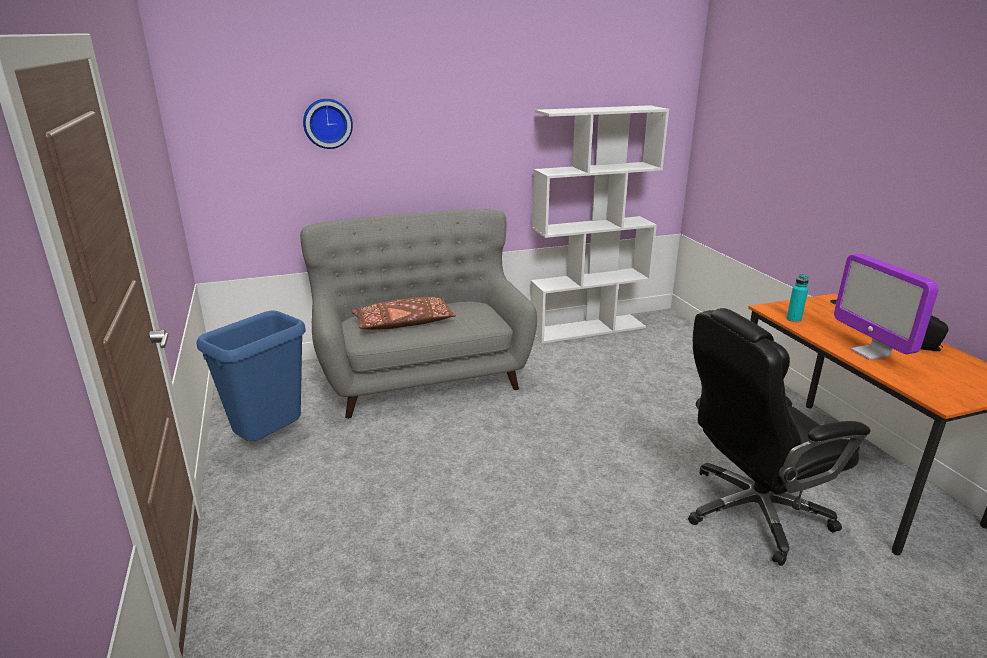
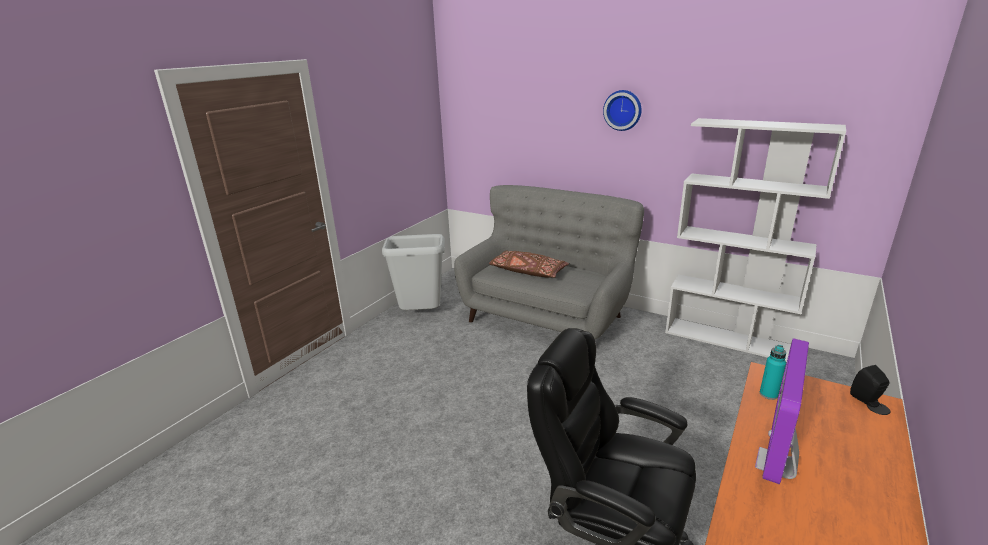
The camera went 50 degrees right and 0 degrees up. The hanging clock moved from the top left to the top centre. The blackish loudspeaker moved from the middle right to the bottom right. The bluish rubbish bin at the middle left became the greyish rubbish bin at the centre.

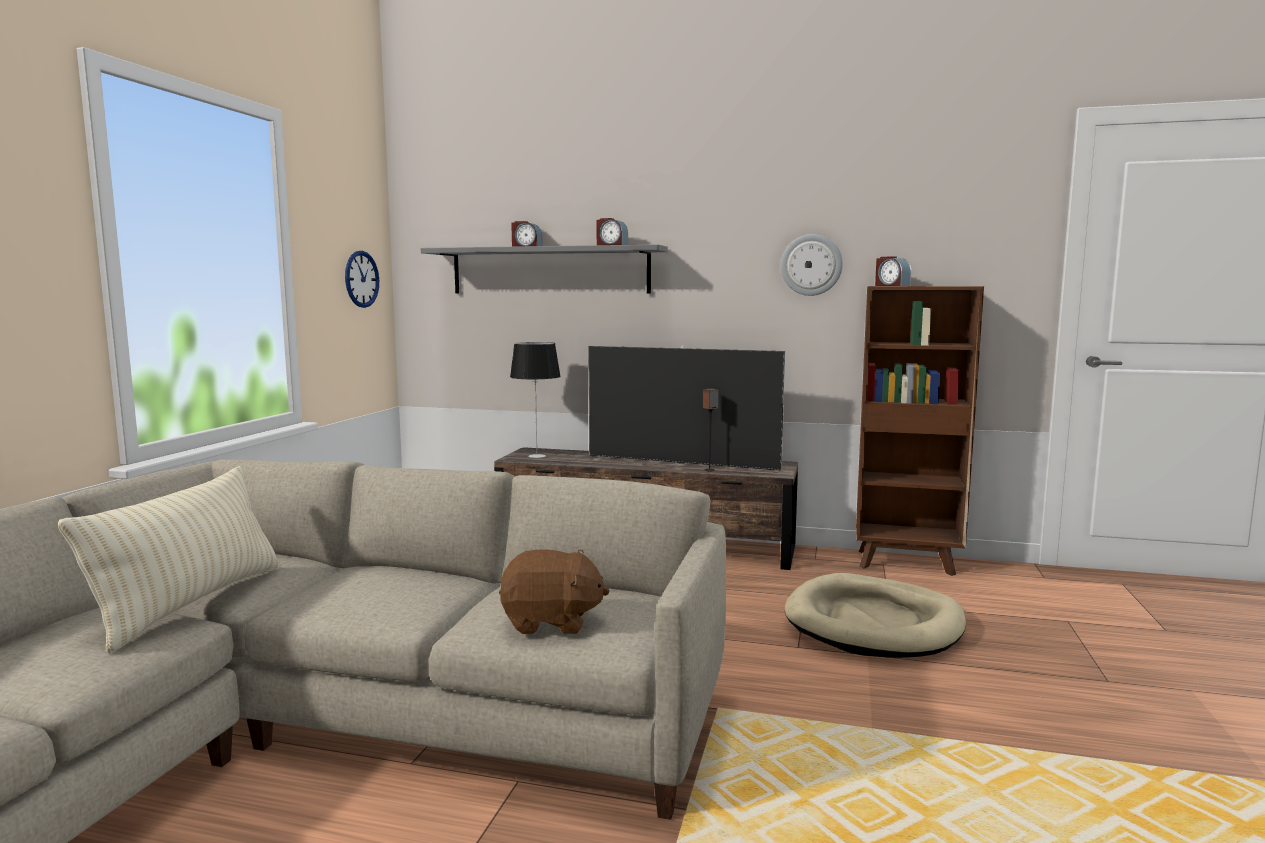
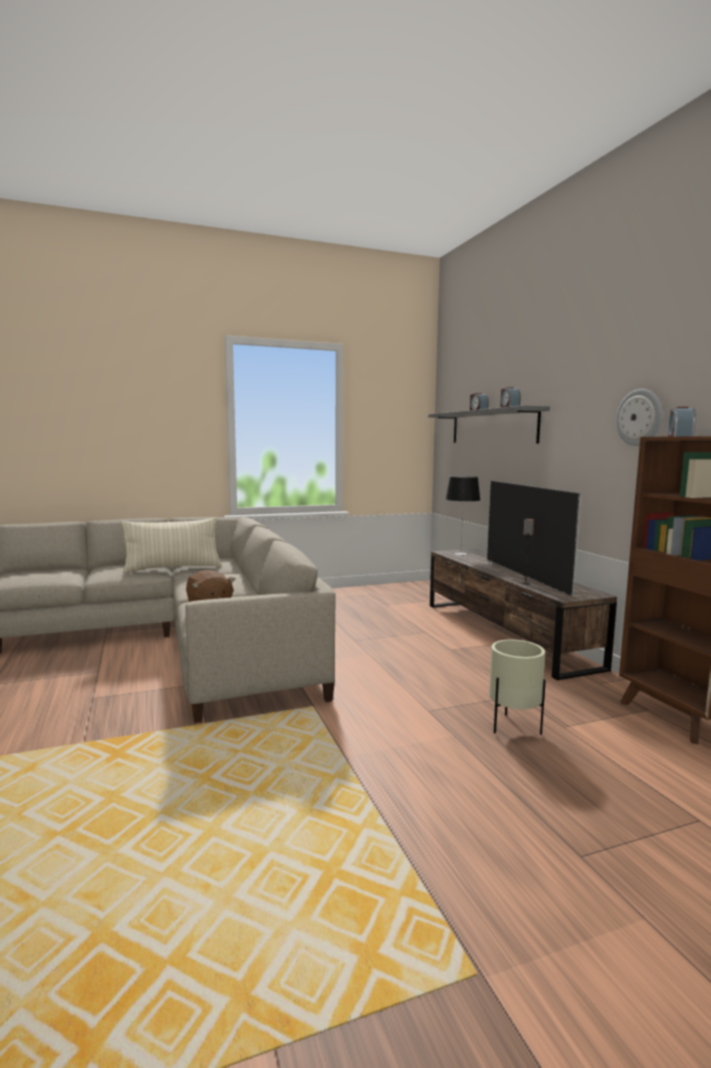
The camera went 55 degrees right and 0 degrees up. The hanging clock (1st from left) at the top left disappeared. The sand-coloured dog cushion at the bottom right was replaced by the sand-coloured planter at the middle right.

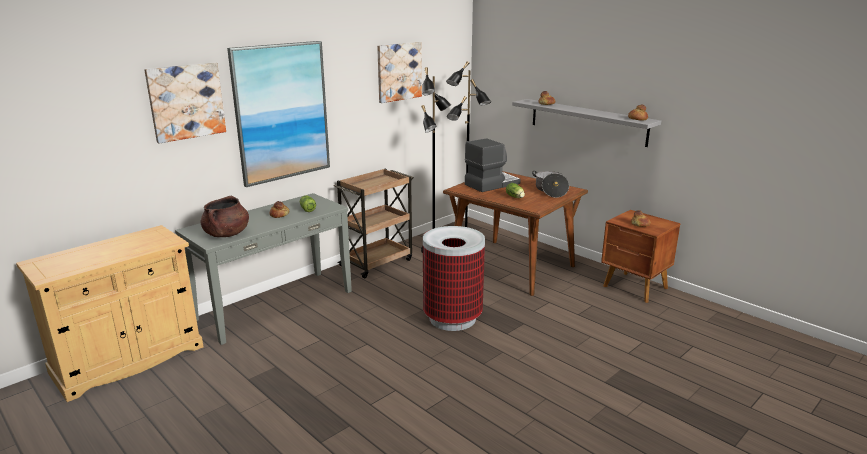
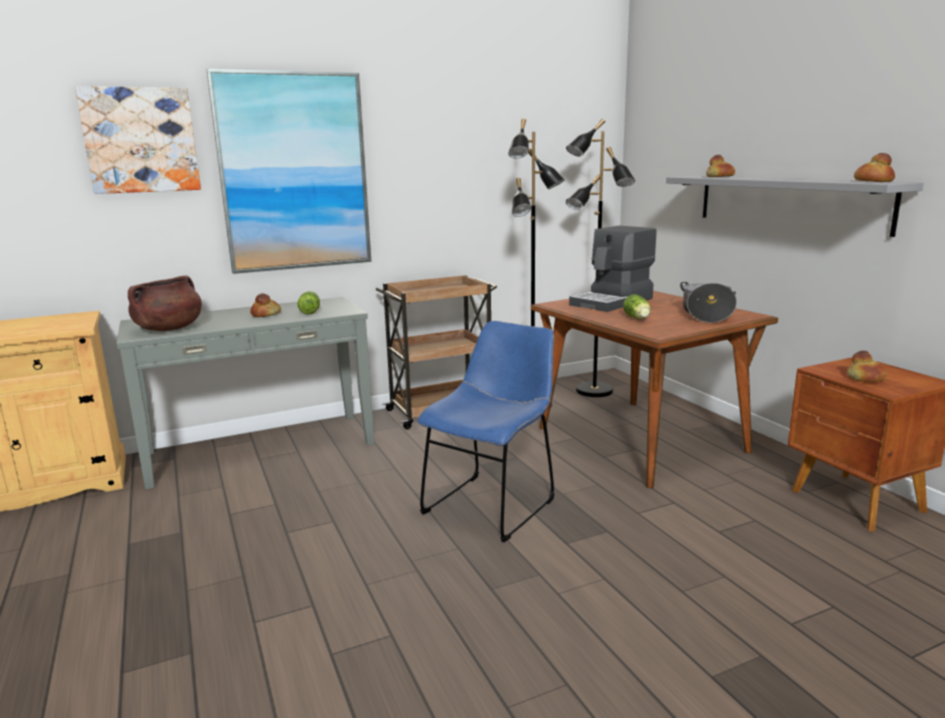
The camera went 20 degrees right and 5 degrees down. The wall art (3rd from left) at the top centre disappeared. The rubbish bin at the centre was replaced by the bluish upright chair at the centre. The coffee maker at the centre turned 150 degrees clockwise.

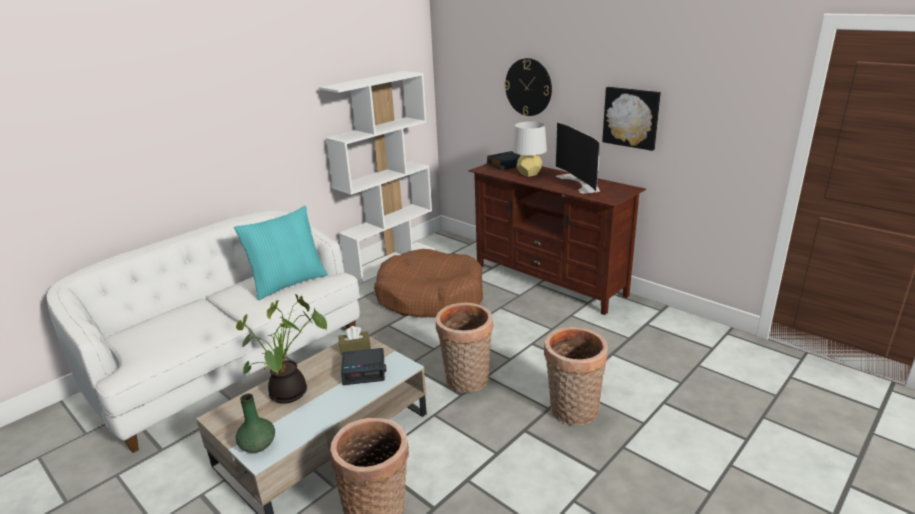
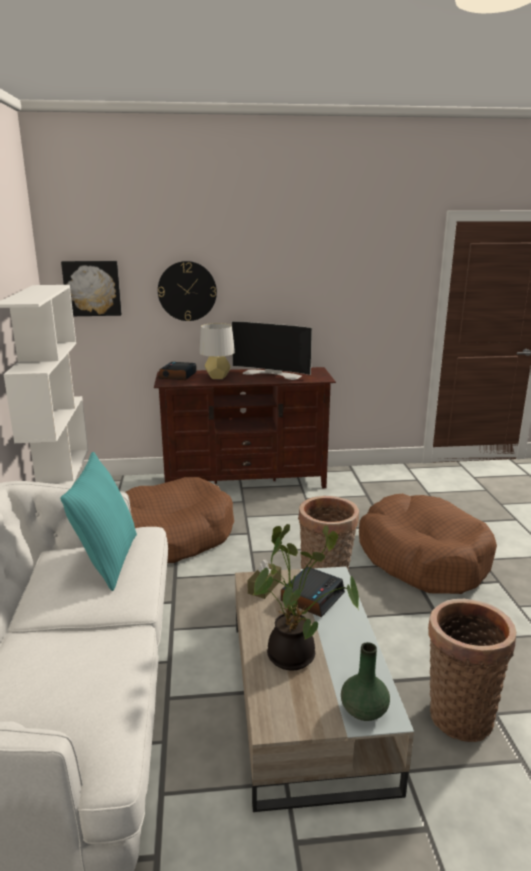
The camera went 50 degrees left and 5 degrees down. The wall art moved from the top right to the top left. The storage basket (3rd from left) at the bottom centre was replaced by the brown-coloured dog cushion (2nd from left) at the middle right.

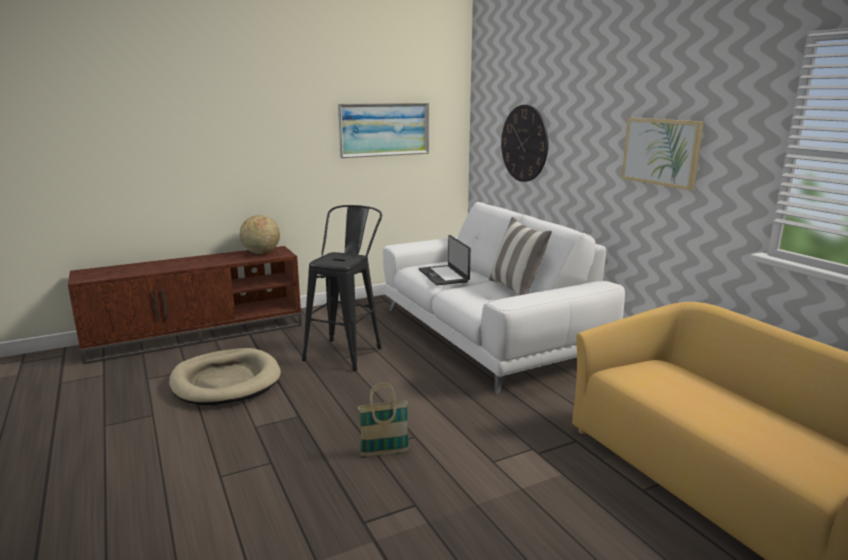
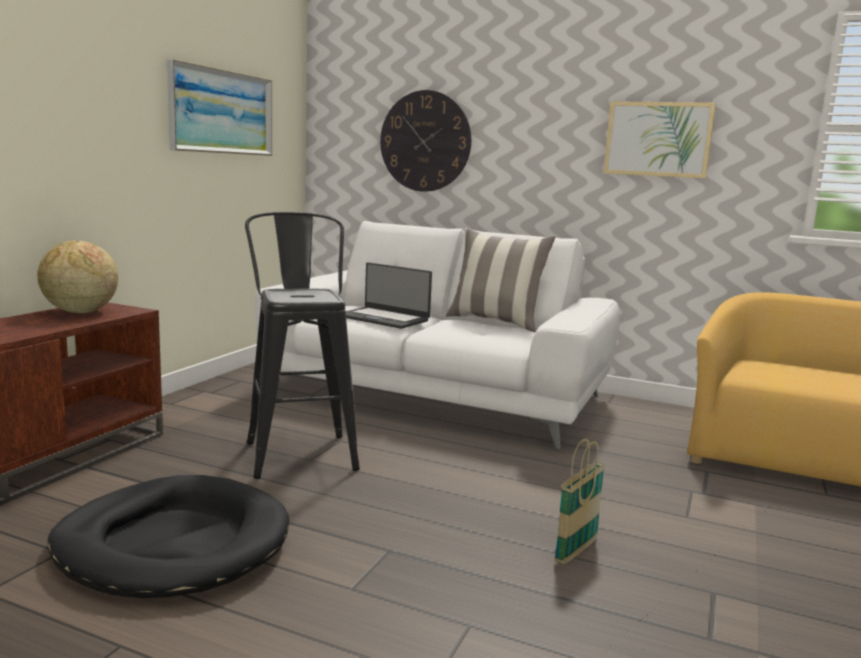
The camera went 40 degrees left and 5 degrees down. The sand-coloured dog cushion at the bottom left became the blackish dog cushion at the bottom left.

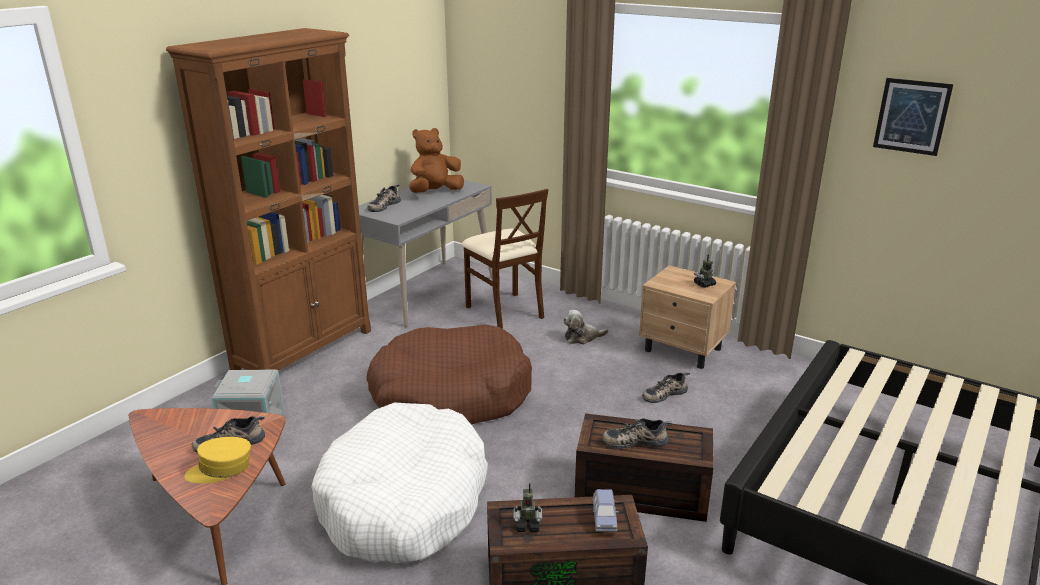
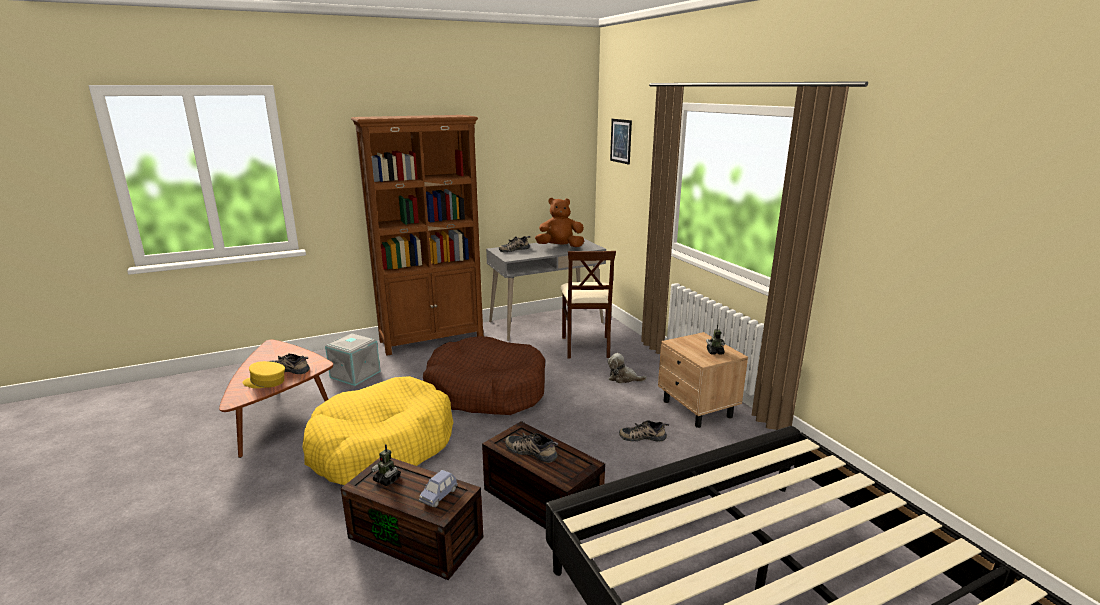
The camera went 30 degrees right and 5 degrees down. The wall art moved from the top right to the top centre. The white dog cushion at the bottom centre became the yellow-coloured dog cushion at the bottom centre.

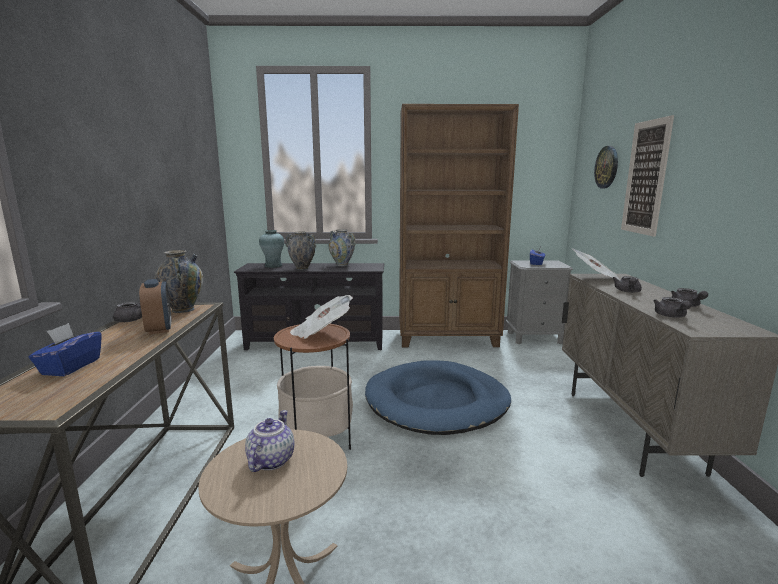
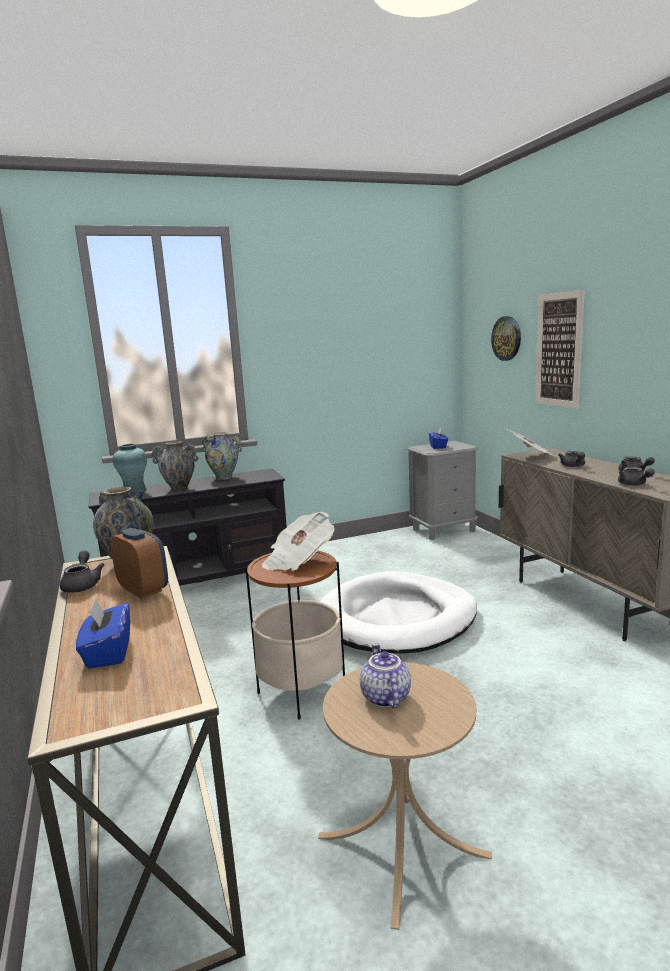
The camera went 20 degrees left and 0 degrees up. The brown-coloured shelving unit at the centre disappeared. The bluish dog cushion at the bottom centre became the white dog cushion at the centre.

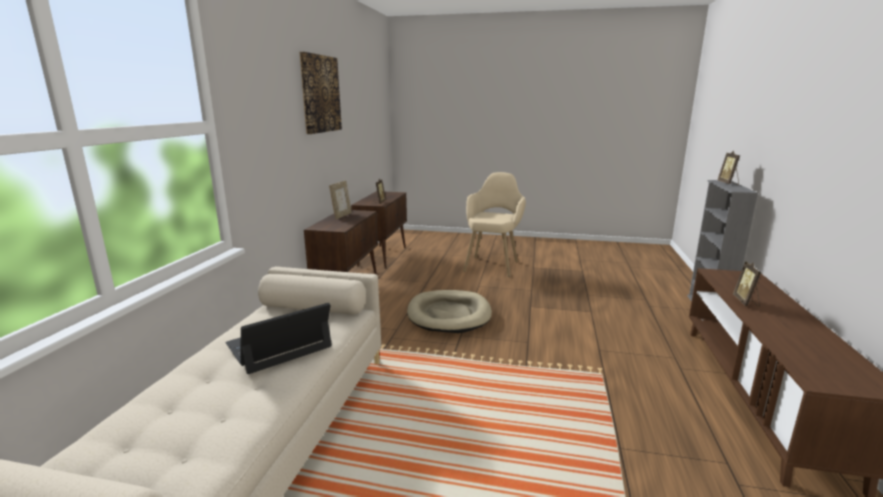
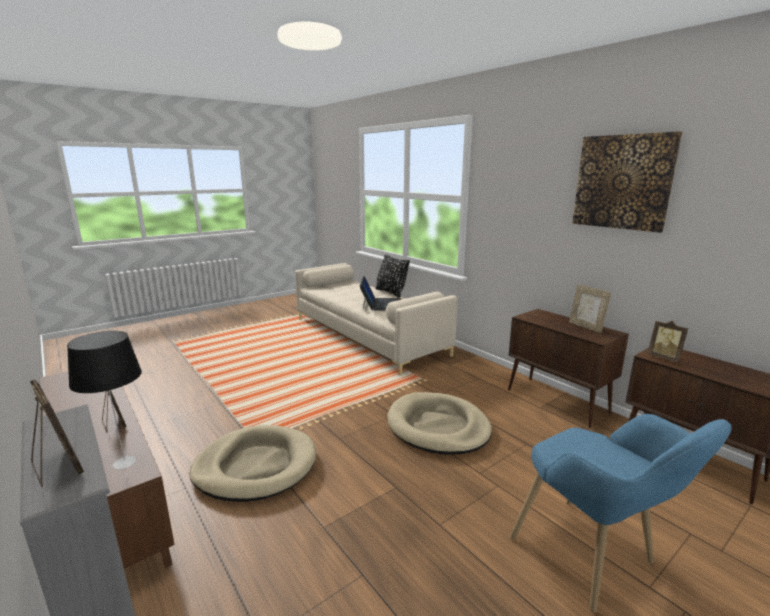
The camera went 130 degrees right and 0 degrees up. The table lamp at the middle left appeared. The sand-coloured dog cushion (1st from left) at the bottom left appeared. The blackish cushion at the centre appeared. The sand-coloured armchair at the centre became the bluish armchair at the bottom right.

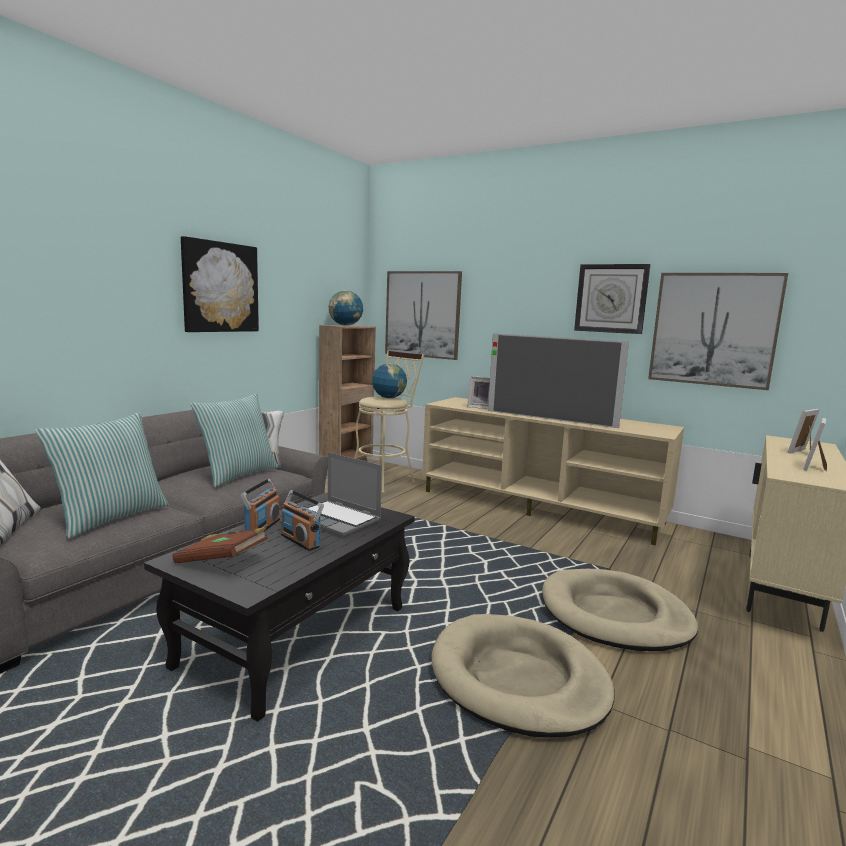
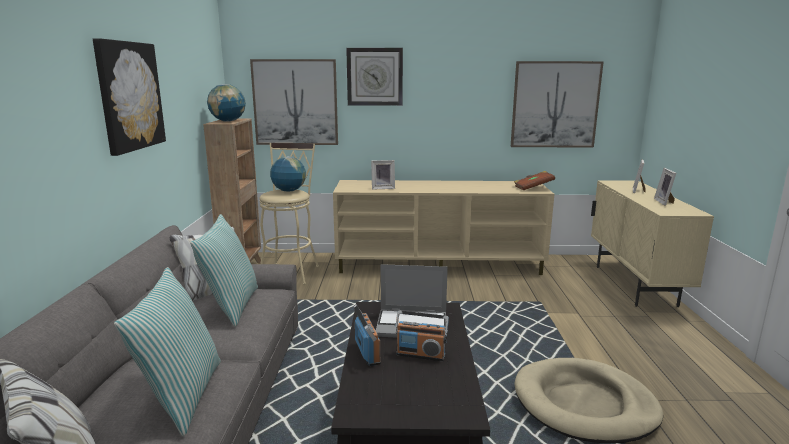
The camera went 30 degrees left and 5 degrees up. The TV at the centre disappeared. The sand-coloured dog cushion (2nd from left) at the bottom right disappeared. The brown-coloured bound book moved from the middle left to the middle right. The hanging clock moved from the middle right to the top centre.

